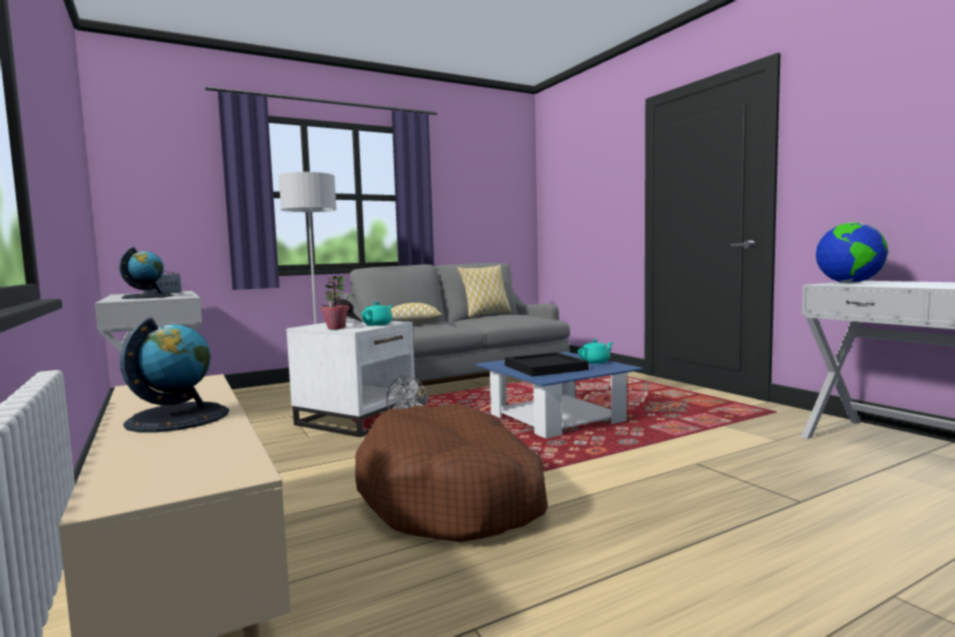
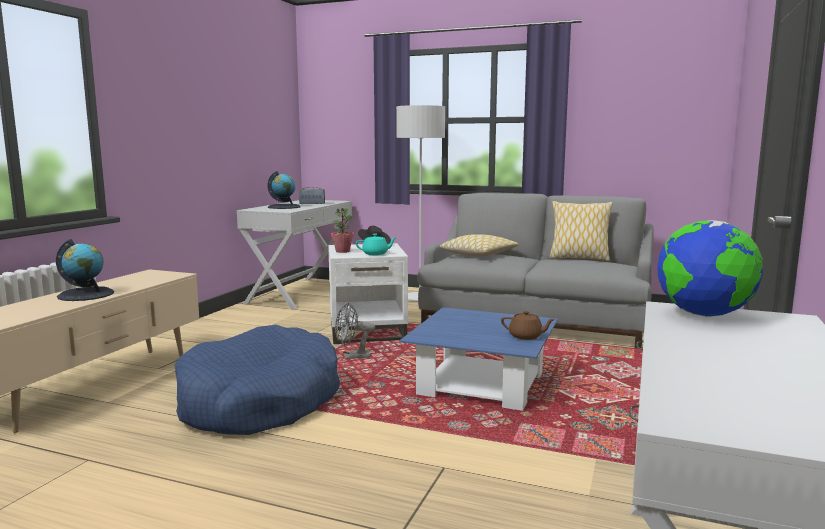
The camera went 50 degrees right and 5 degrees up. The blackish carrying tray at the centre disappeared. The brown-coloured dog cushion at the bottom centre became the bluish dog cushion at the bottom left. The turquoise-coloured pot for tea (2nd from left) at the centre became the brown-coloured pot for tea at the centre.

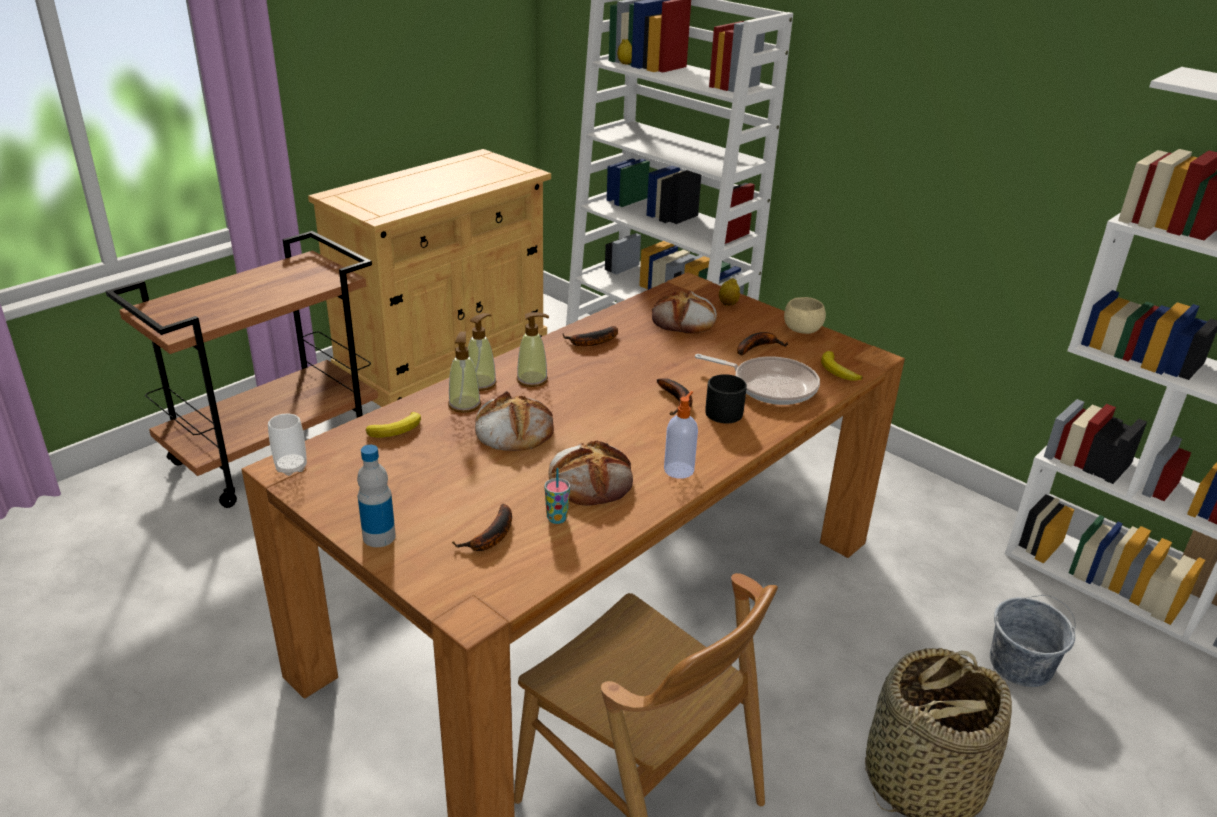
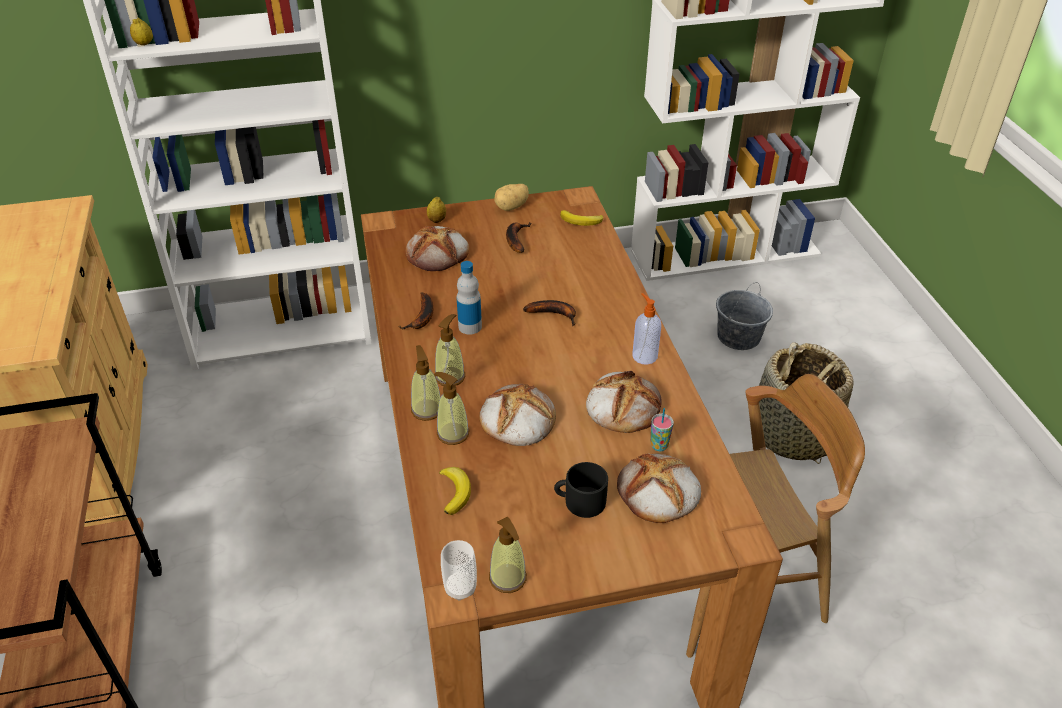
The camera went 55 degrees left and 10 degrees up. The frying pan at the centre disappeared. The liquid soap bottle (4th from left) at the bottom centre appeared. The bottle moved from the middle left to the centre. The blackish tea mug moved from the centre to the bottom centre. The whole banana (2nd from left) at the centre was replaced by the bakery bread (4th from left) at the bottom centre. The sand-coloured serving bowl at the centre was replaced by the potato at the top centre.

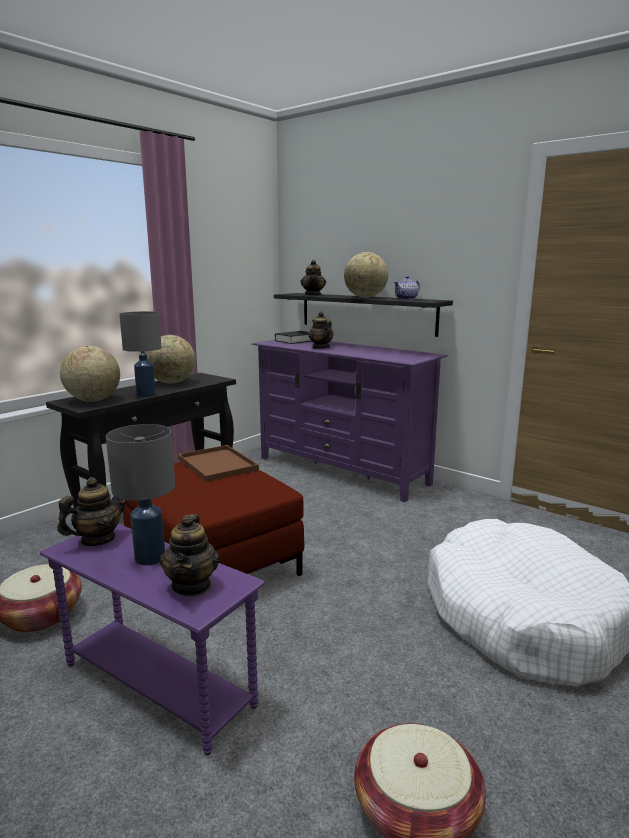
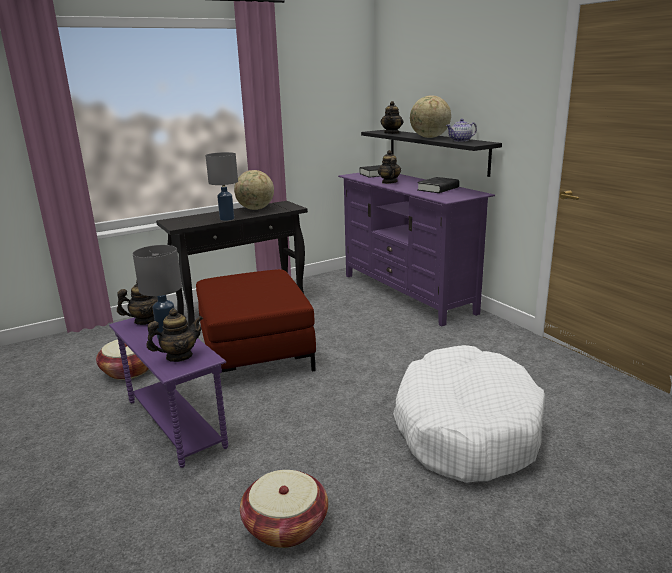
The camera went 20 degrees right and 5 degrees up. The world globe (1st from left) at the middle left disappeared. The brown-coloured carrying tray at the centre disappeared. The blackish bound book (2nd from left) at the top centre appeared. The pot for tea (2nd from left) at the middle left turned 135 degrees counterclockwise.

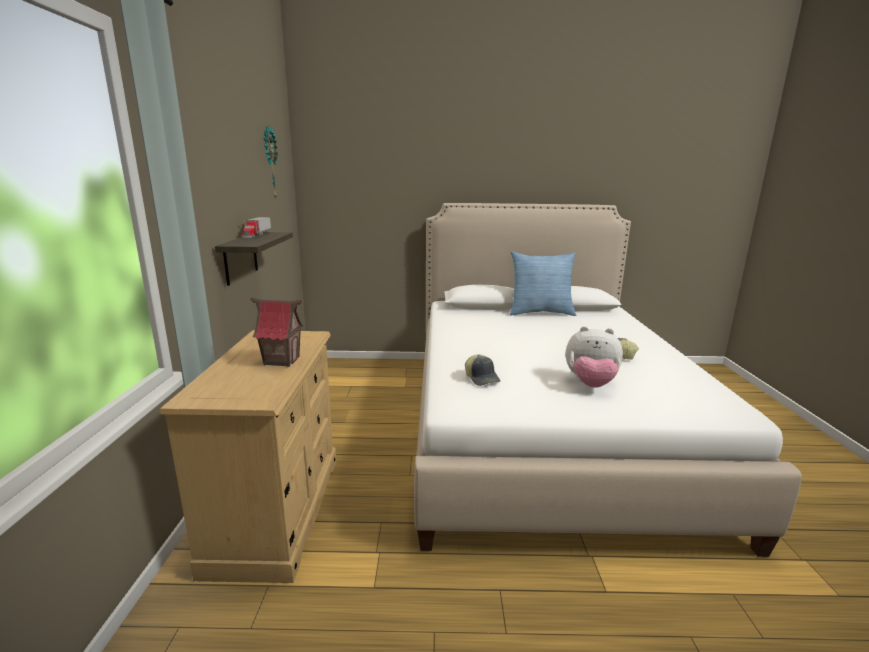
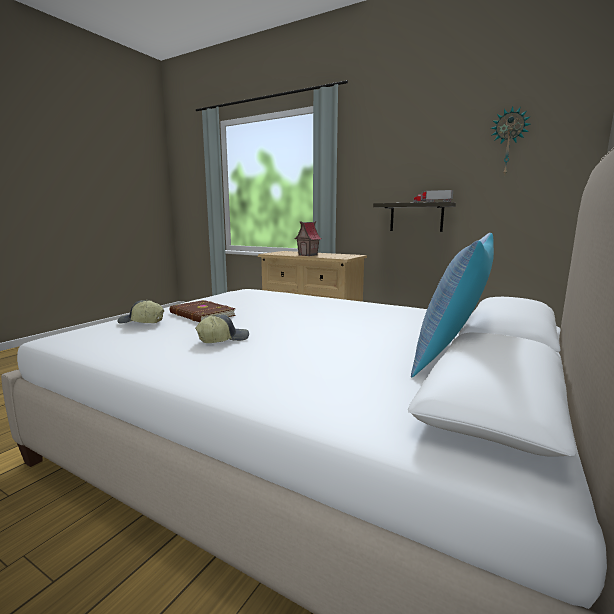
The camera went 120 degrees right and 5 degrees down. The baseball cap (1st from left) moved from the centre to the middle left. The soft toy at the middle right was replaced by the brown-coloured bound book at the middle left.

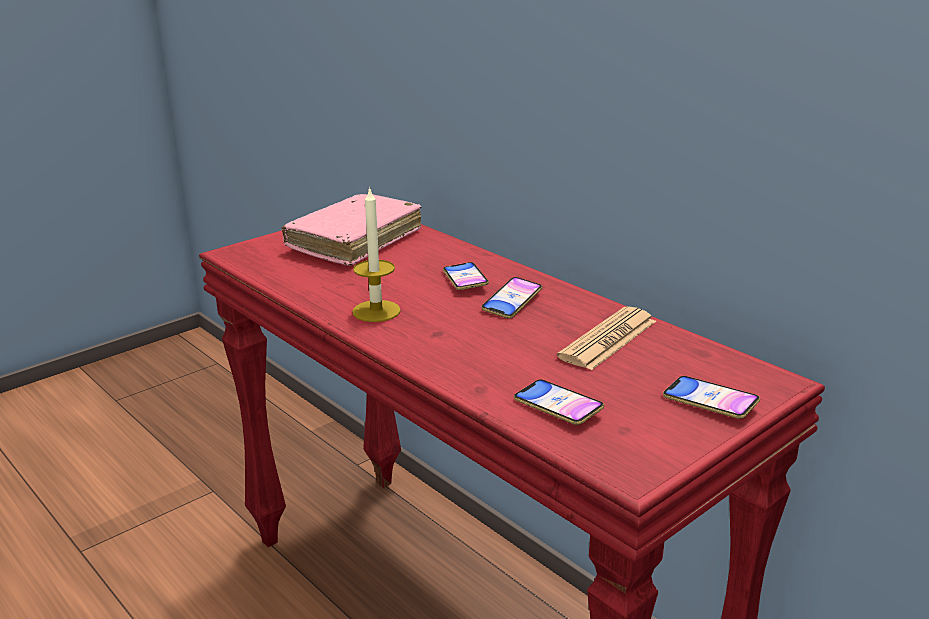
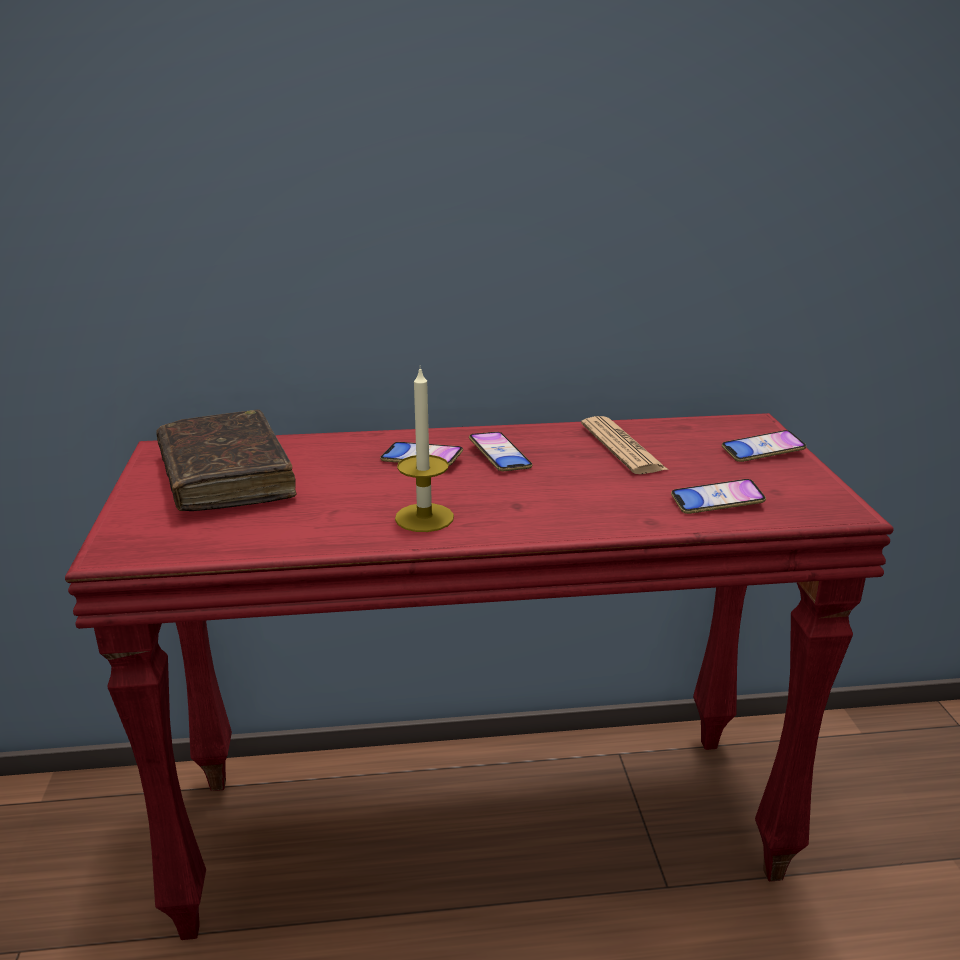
The camera went 55 degrees left and 0 degrees up. The pink bound book at the centre became the brown-coloured bound book at the middle left.

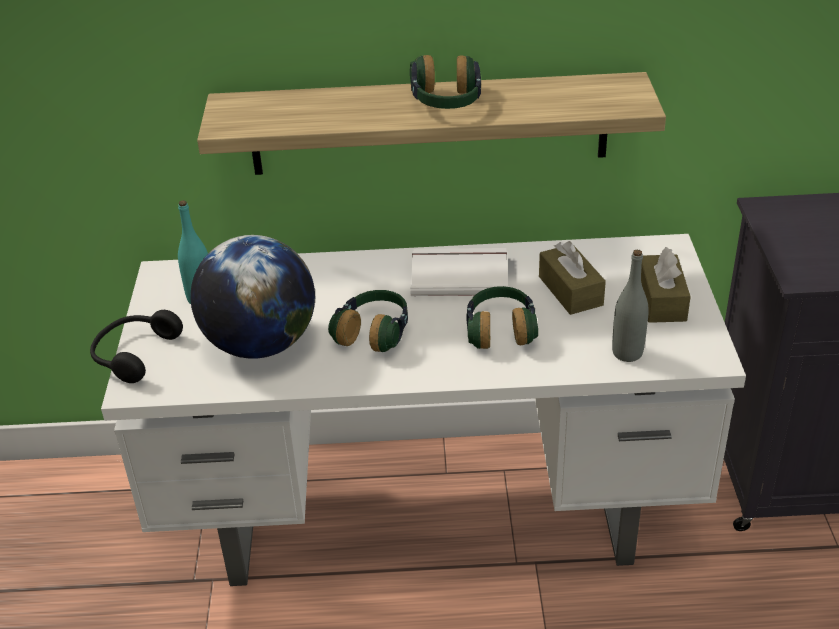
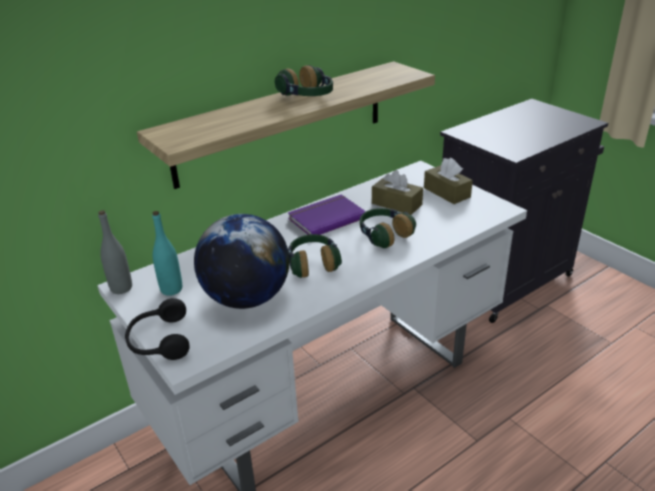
The camera went 35 degrees left and 5 degrees down. The greyish bottle moved from the middle right to the middle left. The white bound book at the centre became the purplish bound book at the centre.

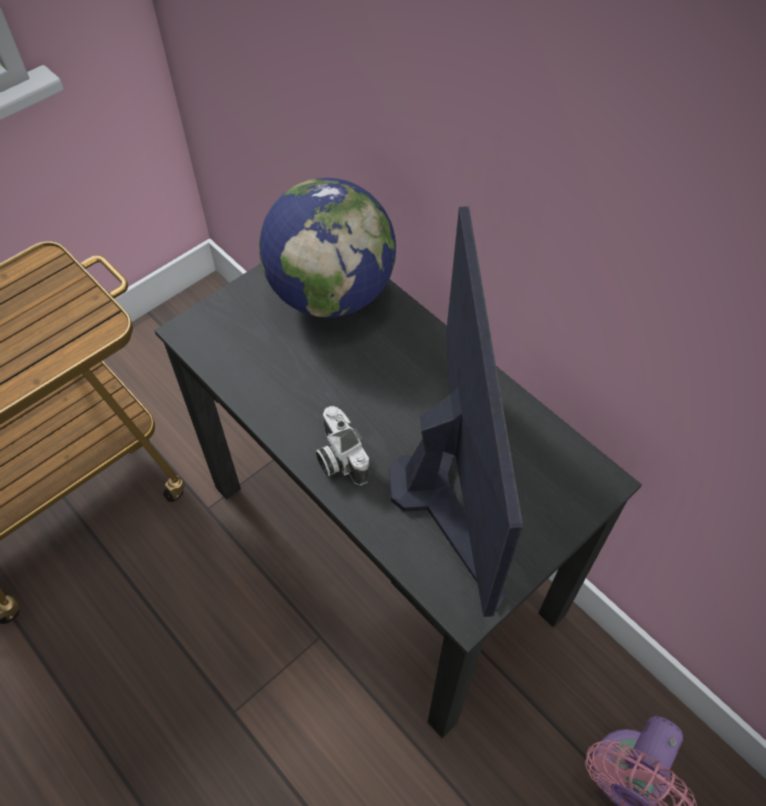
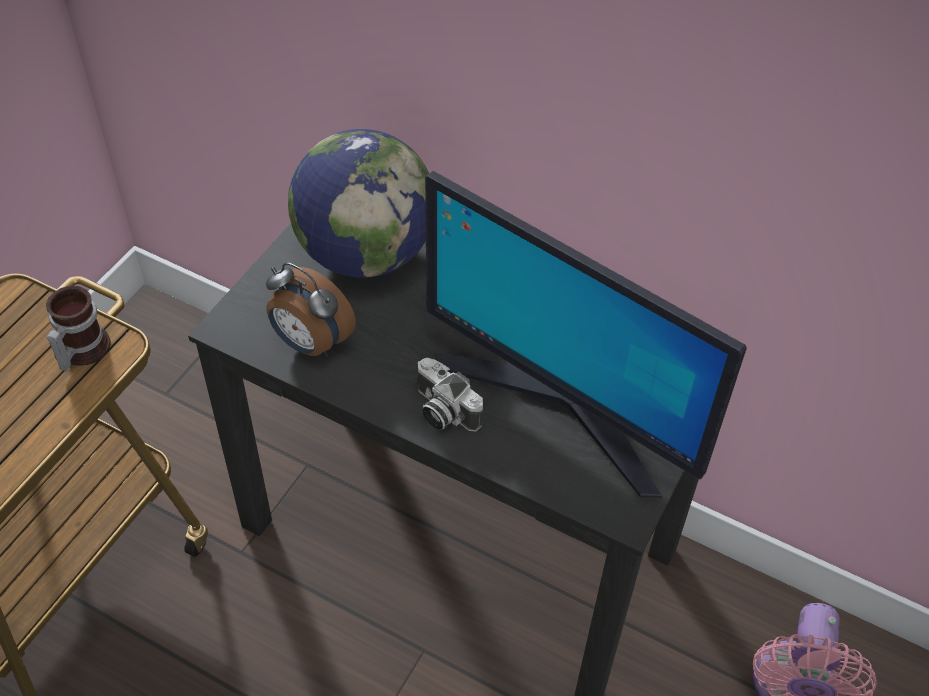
The camera went 20 degrees left and 5 degrees down. The tea mug at the middle left appeared. The table clock at the centre appeared. The computer display at the centre turned 150 degrees clockwise.

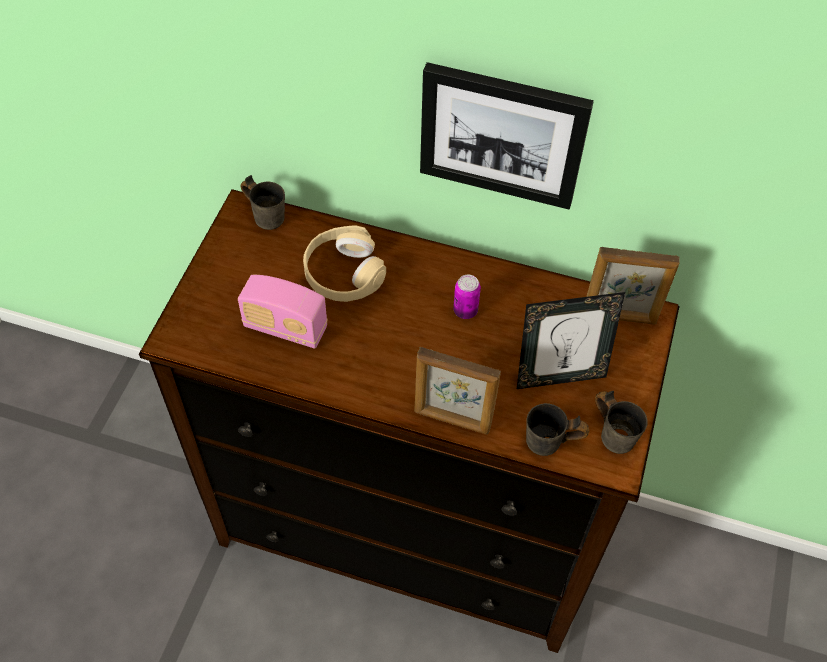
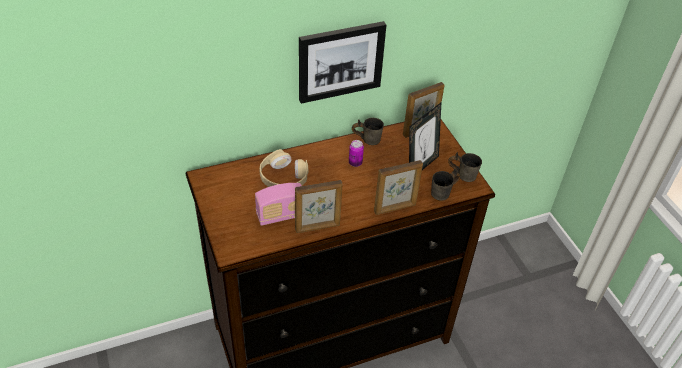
The camera went 40 degrees left and 10 degrees down. The standing frame (1st from left) at the centre appeared. The greyish tea mug (1st from left) moved from the top left to the centre.

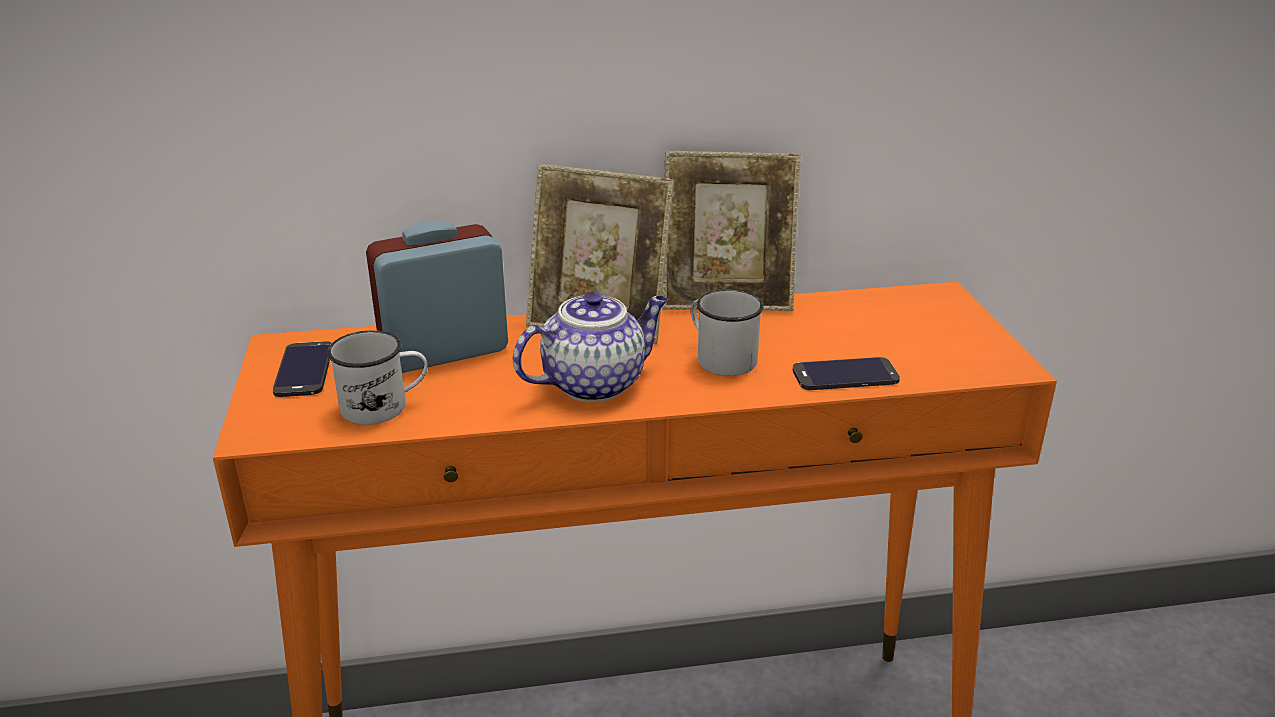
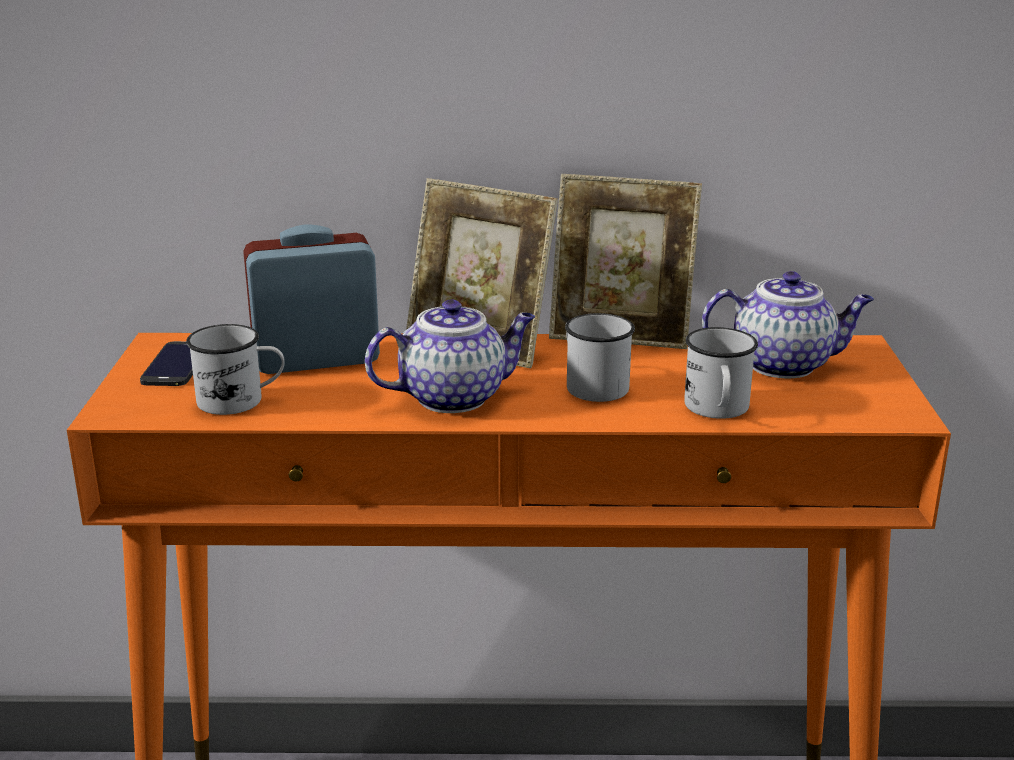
The camera went 10 degrees right and 5 degrees down. The pot for tea (2nd from left) at the middle right appeared. The telephone (2nd from left) at the centre was replaced by the white tea mug (3rd from left) at the middle right.

